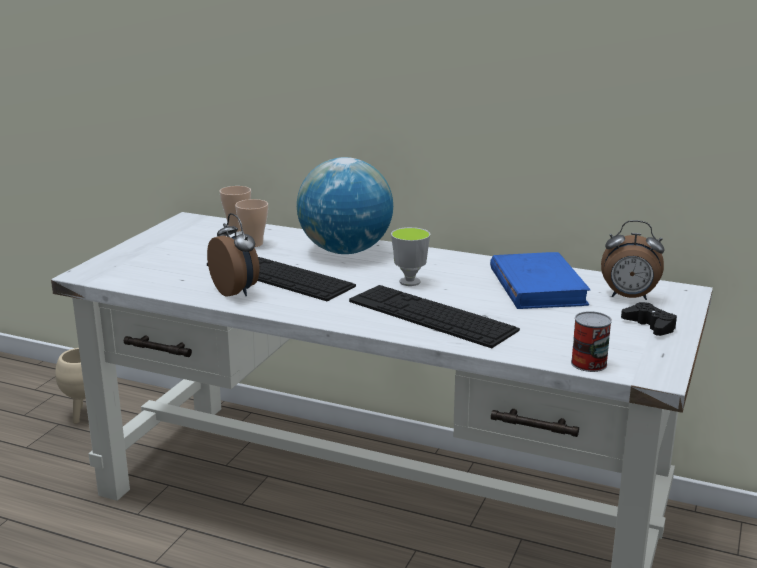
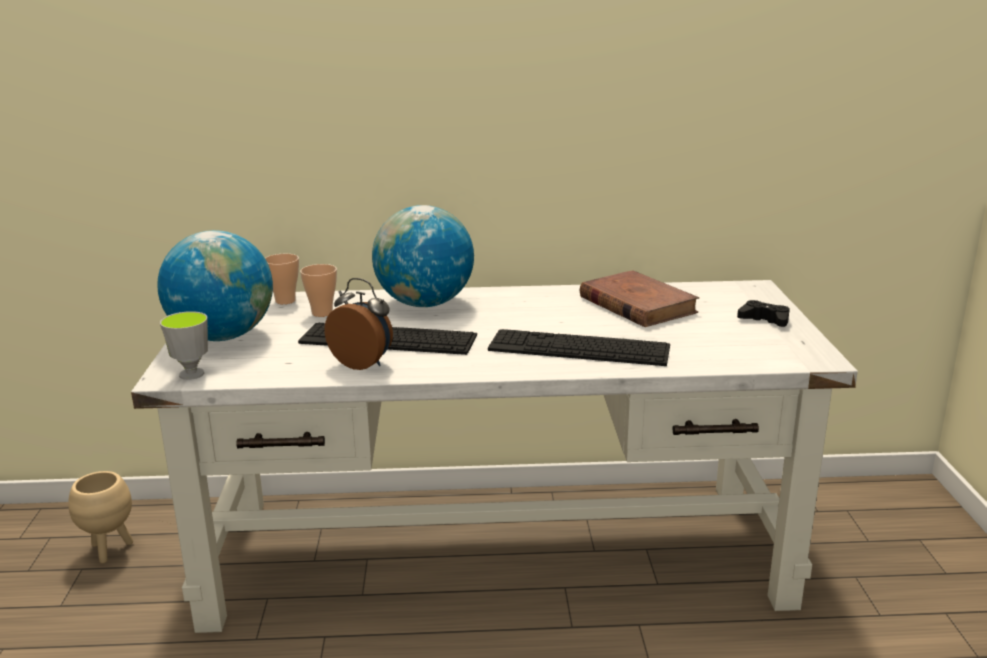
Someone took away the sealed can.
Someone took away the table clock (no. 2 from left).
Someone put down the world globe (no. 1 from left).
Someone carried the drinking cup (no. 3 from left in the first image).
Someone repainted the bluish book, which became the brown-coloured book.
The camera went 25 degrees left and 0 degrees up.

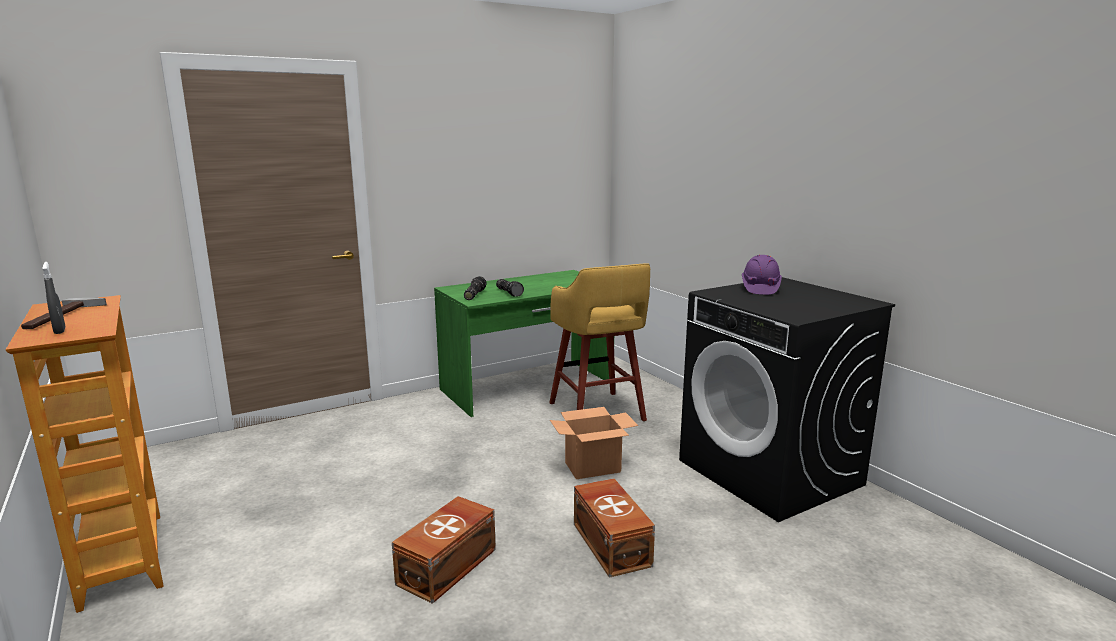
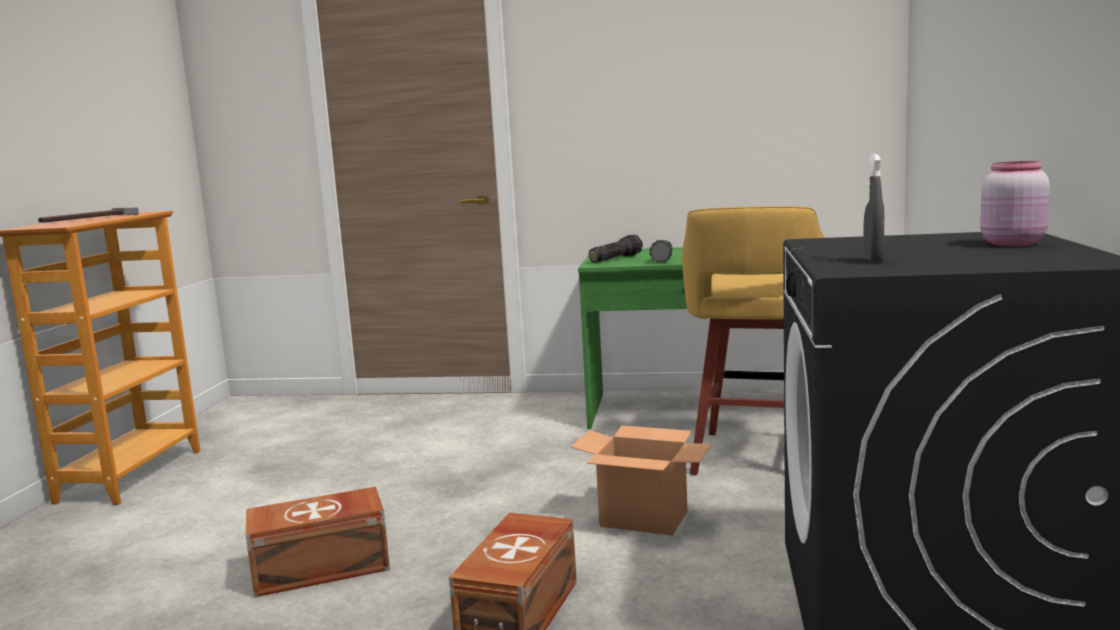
Someone took away the purple safety helmet.
Someone put down the pink-coloured jar.
Someone carried the grey sprayer.
The camera went 40 degrees right and 5 degrees down.

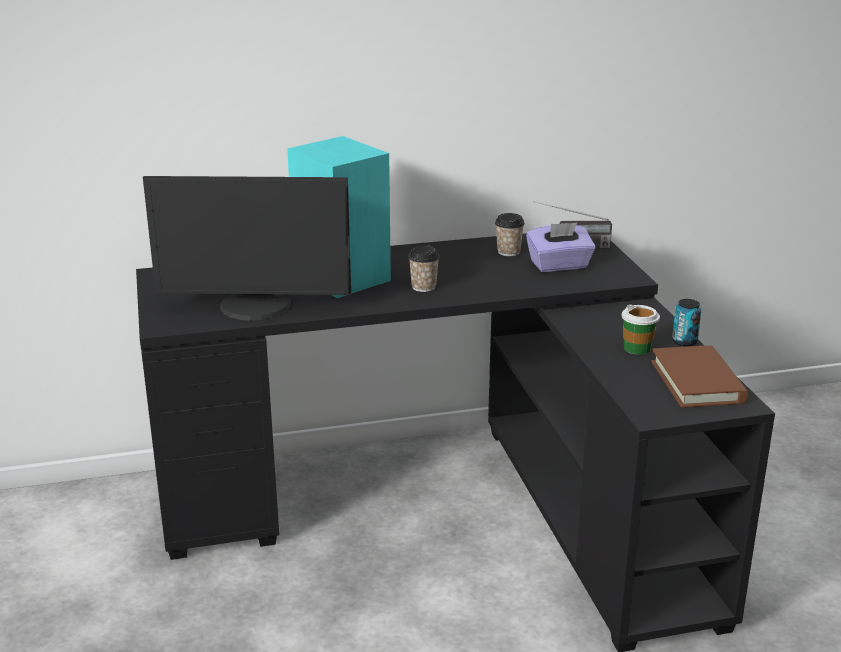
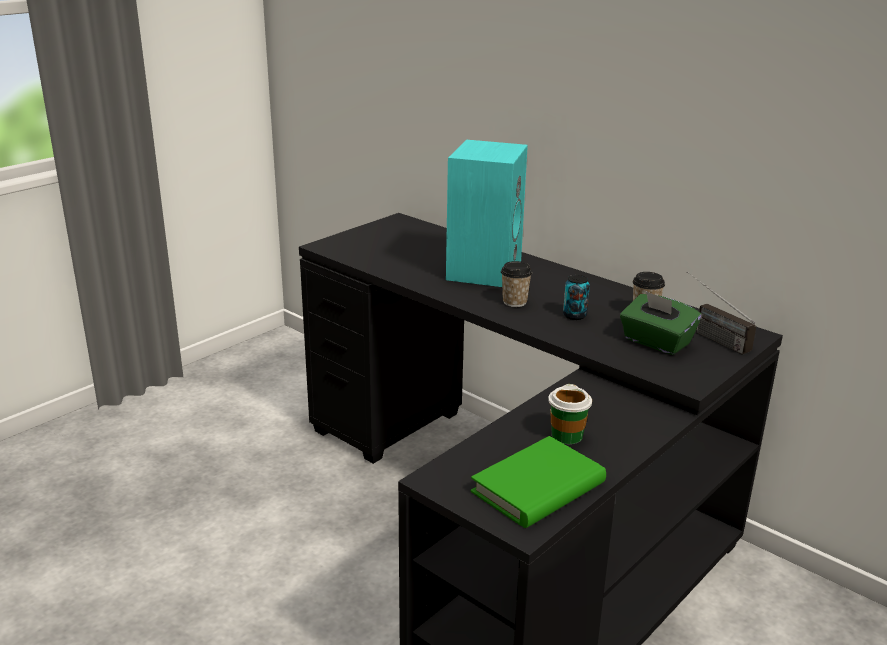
Someone took away the monitor.
Someone carried the sealed can.
Someone repainted the purple tissue box, which became the greenish tissue box.
Someone repainted the brown-coloured book, which became the greenish book.
The camera went 55 degrees right and 0 degrees up.

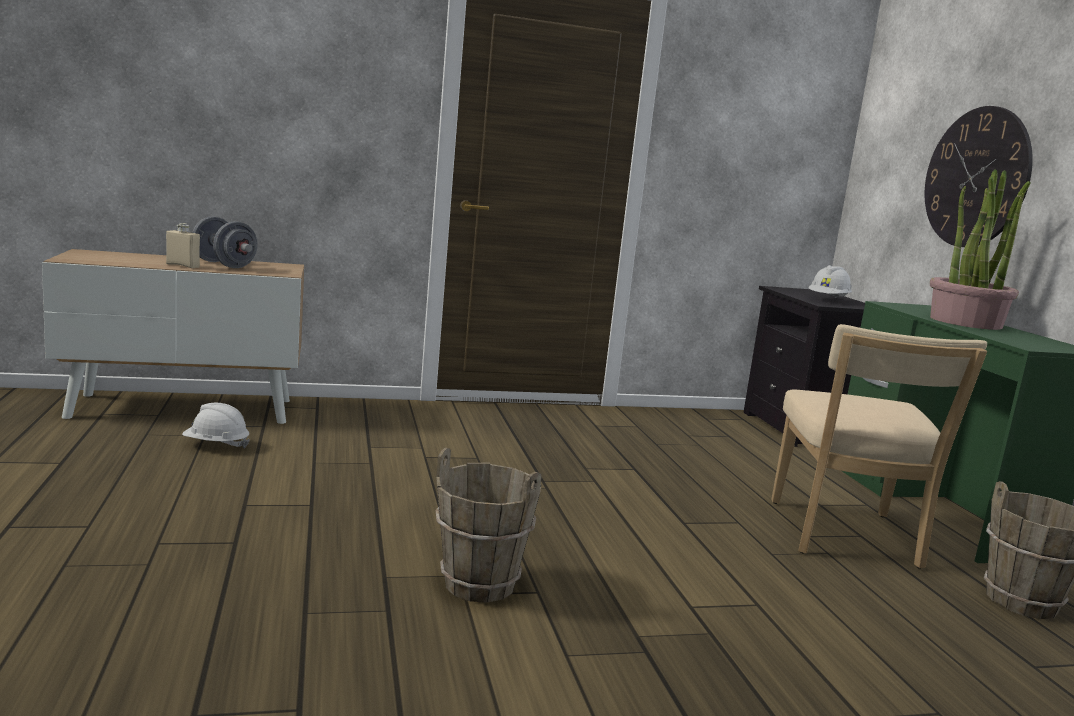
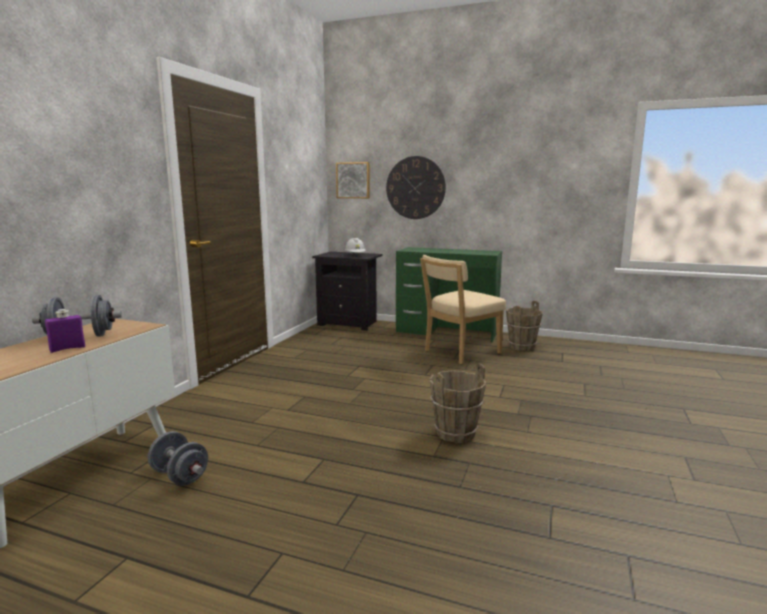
Someone took away the plant in a pot.
Someone put up the picture.
Someone swapped the white safety helmet (no. 1 from left) for the grey free weight (no. 2 from left).
Someone repainted the beige-coloured bottle, which became the purple bottle.
Someone rotated the beige-coloured upright chair by 105 degrees clockwise.
The camera went 55 degrees left and 0 degrees up.

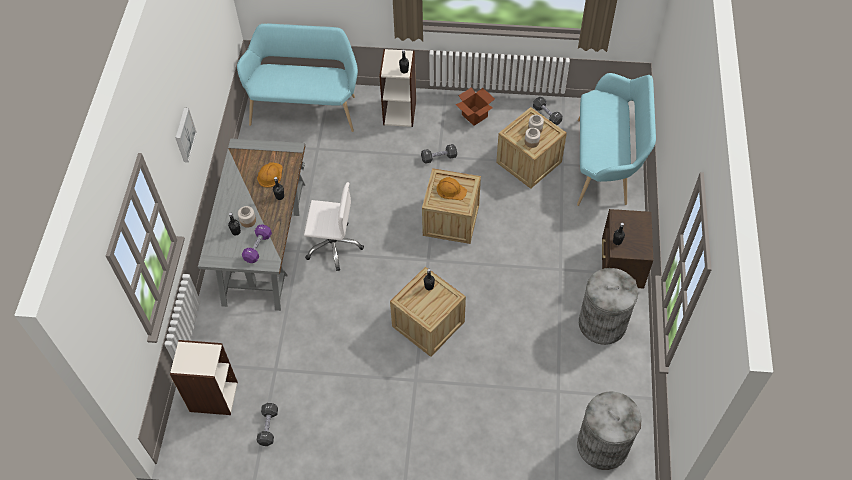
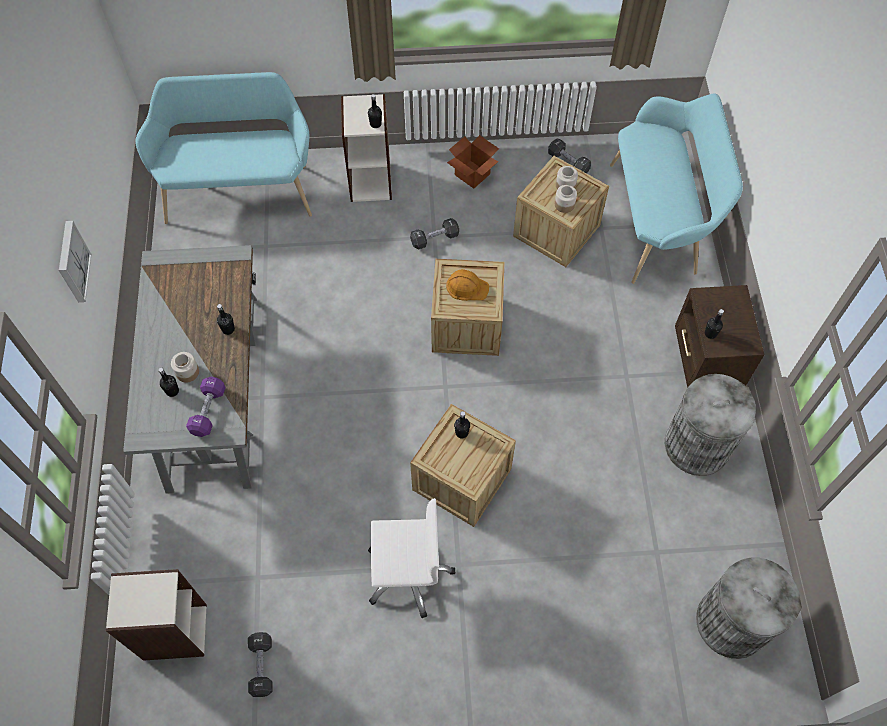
Someone took away the orangey safety helmet (no. 1 from left).
Someone carried the white office chair.
The camera went 10 degrees left and 5 degrees up.

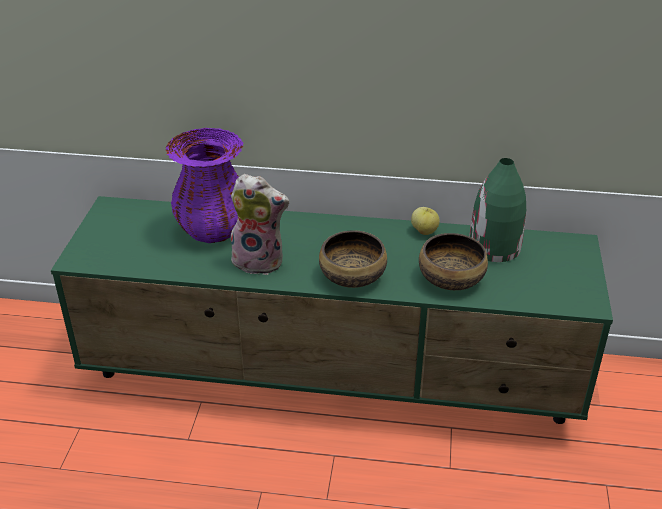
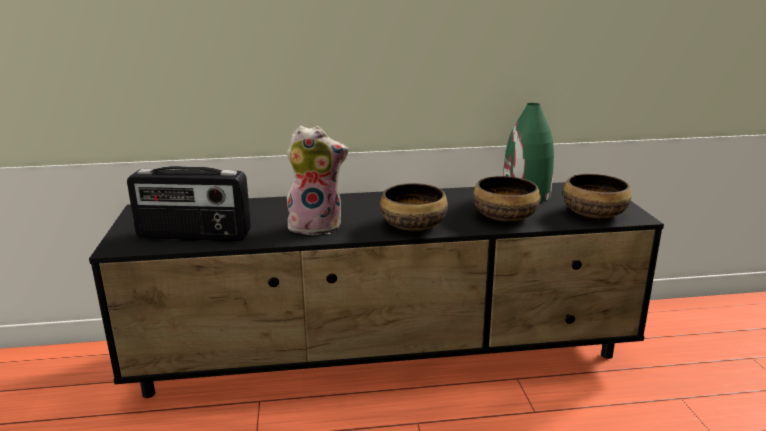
Someone took away the purple flower vase.
Someone took away the apple fruit.
Someone put down the radio.
Someone put down the serving bowl (no. 3 from left).
Someone repainted the greenish tv unit, which became the blackish tv unit.
The camera went 15 degrees left and 15 degrees down.

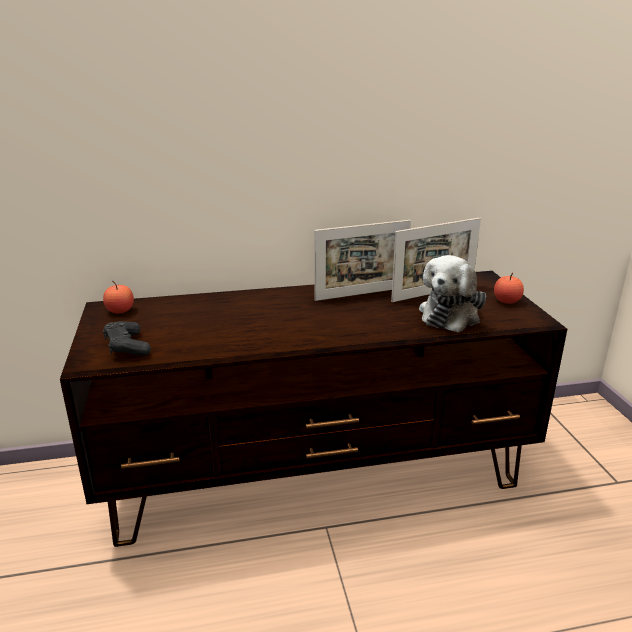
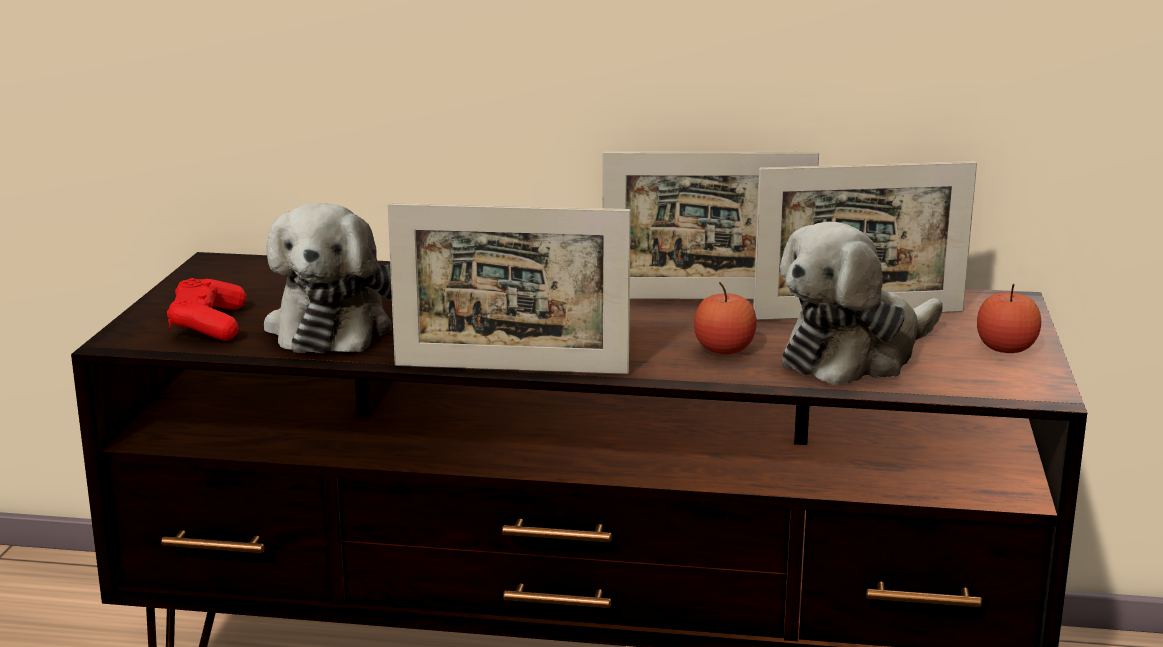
Someone put down the cuddly toy (no. 1 from left).
Someone put down the photo frame (no. 1 from left).
Someone carried the apple fruit (no. 1 from left).
Someone repainted the blackish game controller, which became the red game controller.
The camera went 20 degrees right and 5 degrees down.

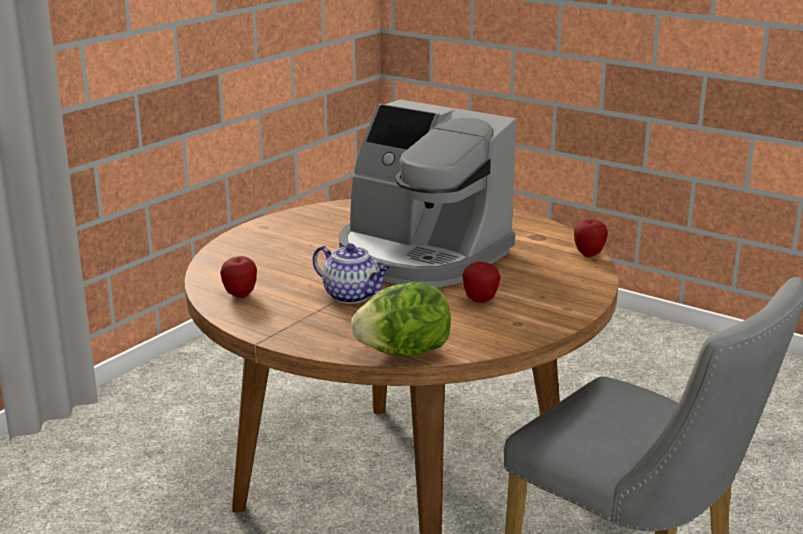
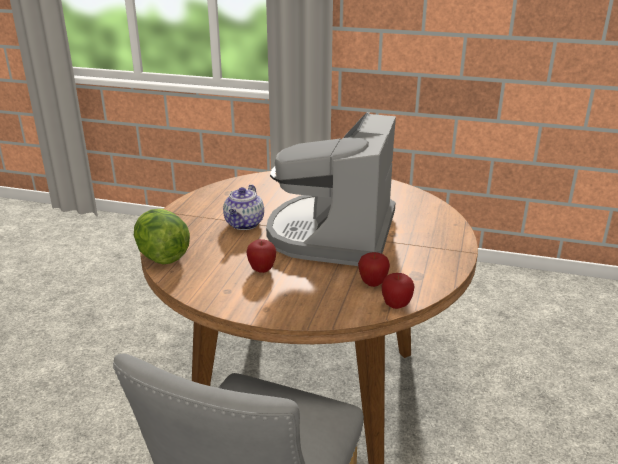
Someone carried the apple fruit (no. 1 from left in the first image).
The camera went 70 degrees right and 5 degrees up.

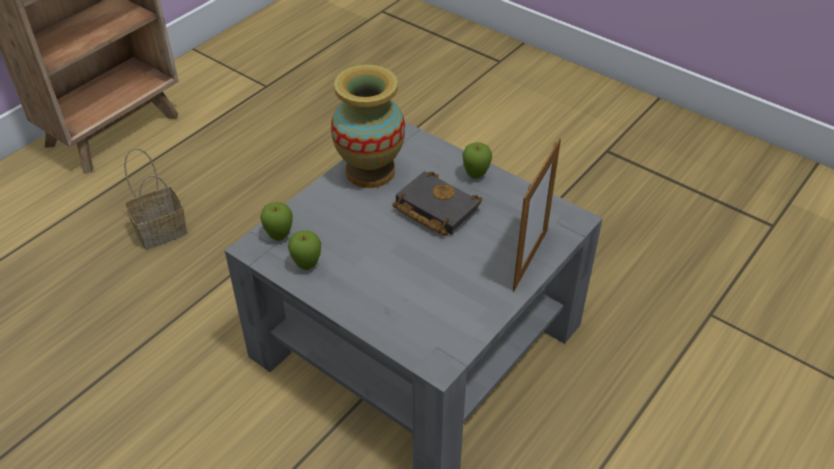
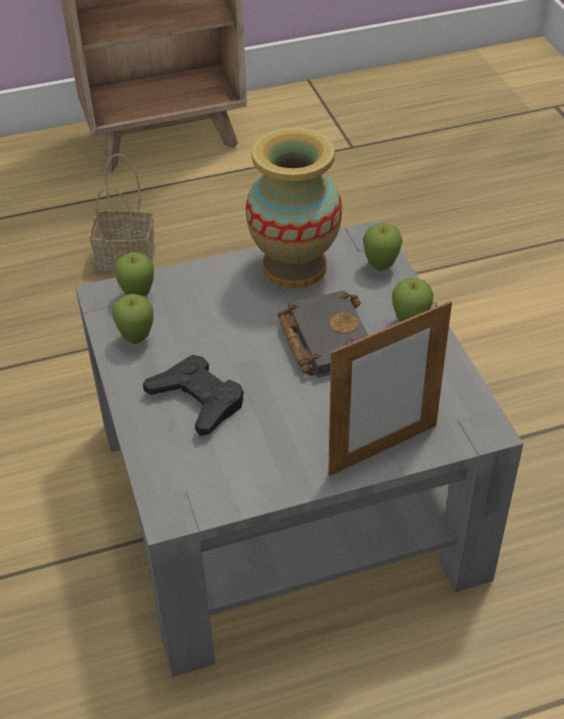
Someone put down the blackish game controller.
Someone put down the apple fruit (no. 3 from left).
The camera went 35 degrees right and 0 degrees up.

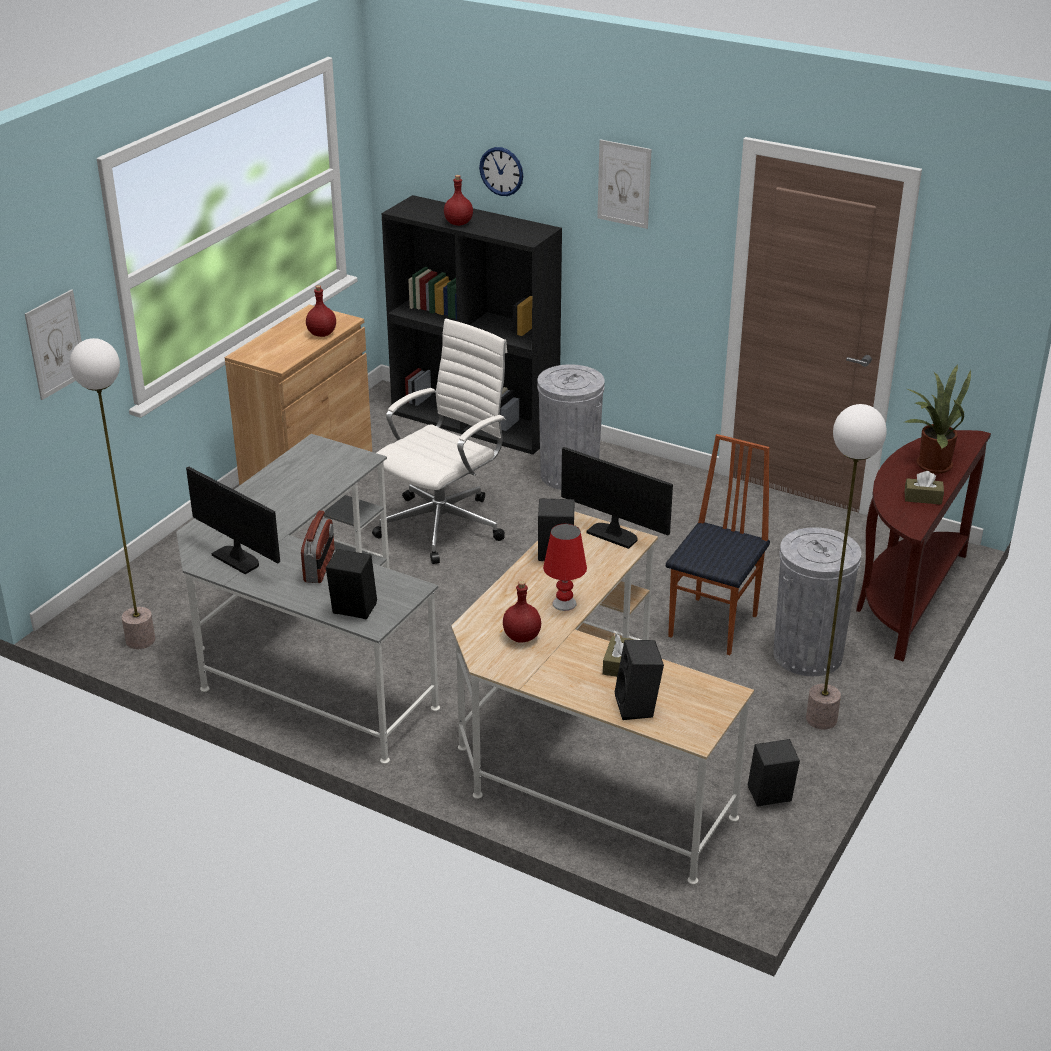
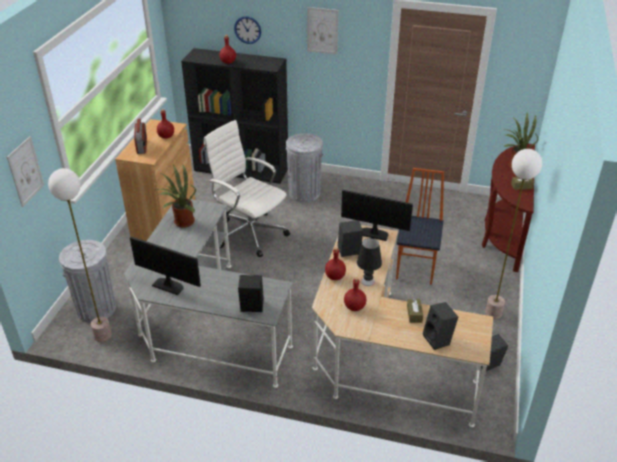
Someone put down the plant in a pot (no. 1 from left).
Someone put down the red bottle (no. 3 from left).
Someone carried the radio.
Someone carried the grey trash can (no. 2 from left in the first image).
Someone repainted the red lamp for a table, which became the blackish lamp for a table.
Someone rotated the white office chair by 75 degrees counterclockwise.
The camera went 15 degrees left and 5 degrees up.

